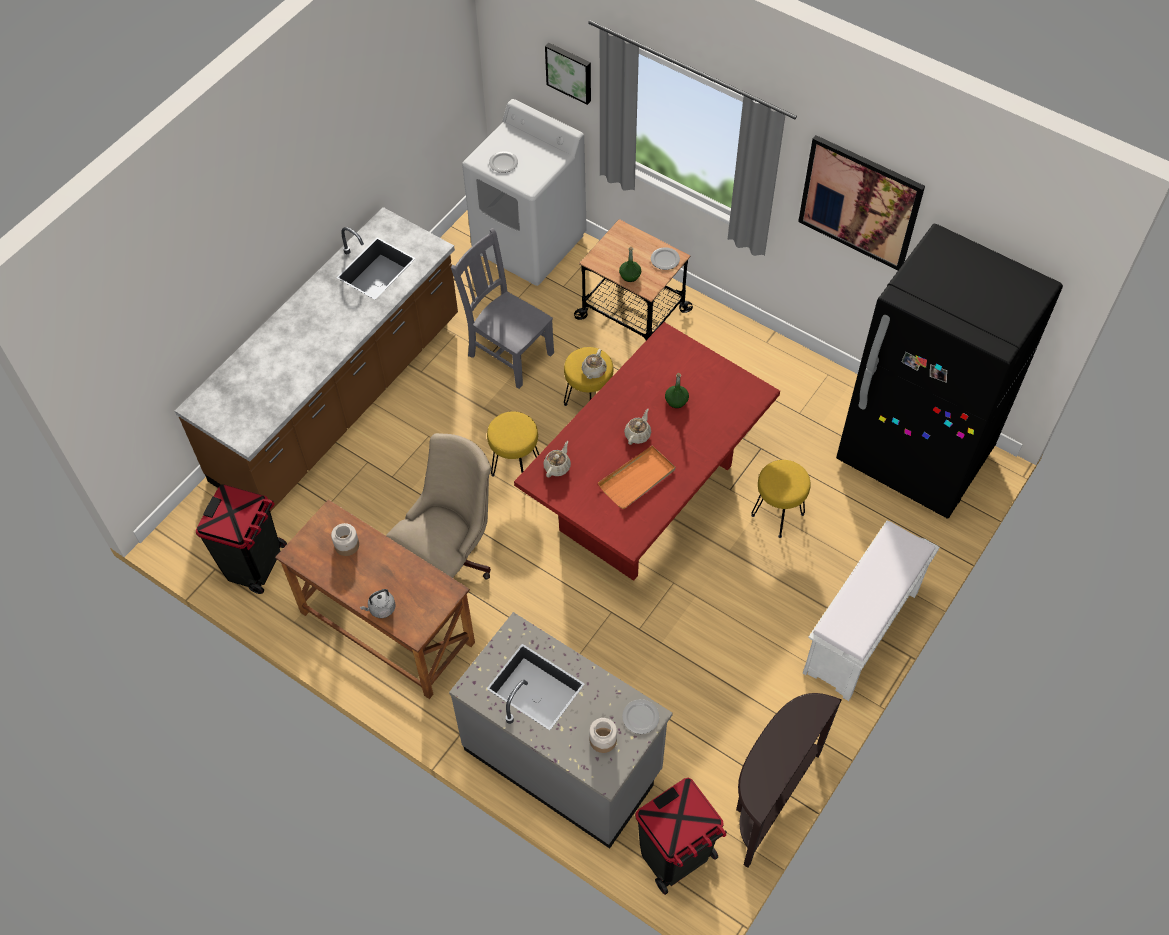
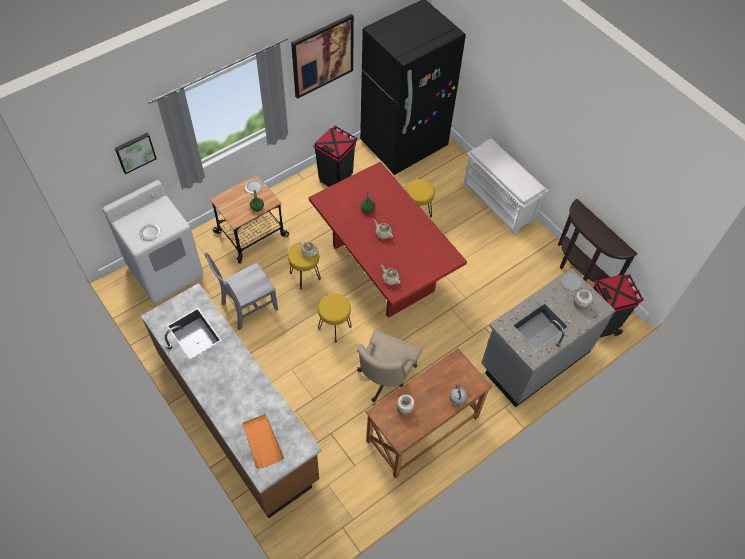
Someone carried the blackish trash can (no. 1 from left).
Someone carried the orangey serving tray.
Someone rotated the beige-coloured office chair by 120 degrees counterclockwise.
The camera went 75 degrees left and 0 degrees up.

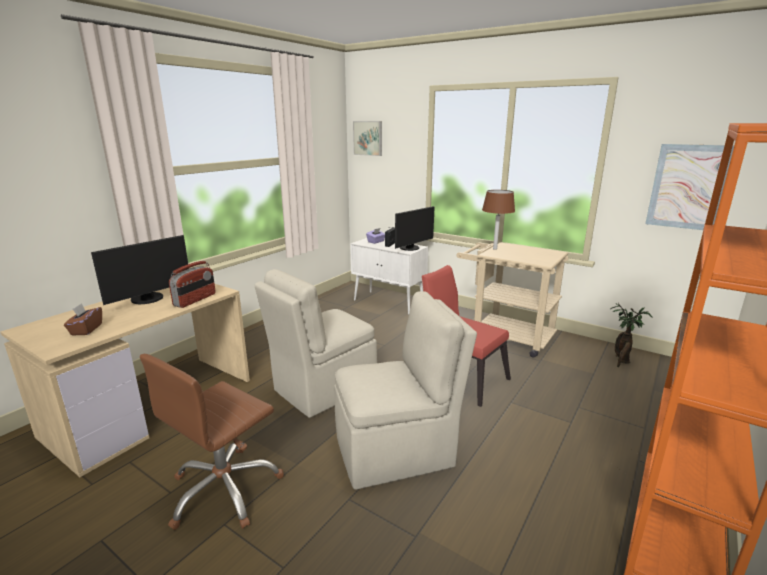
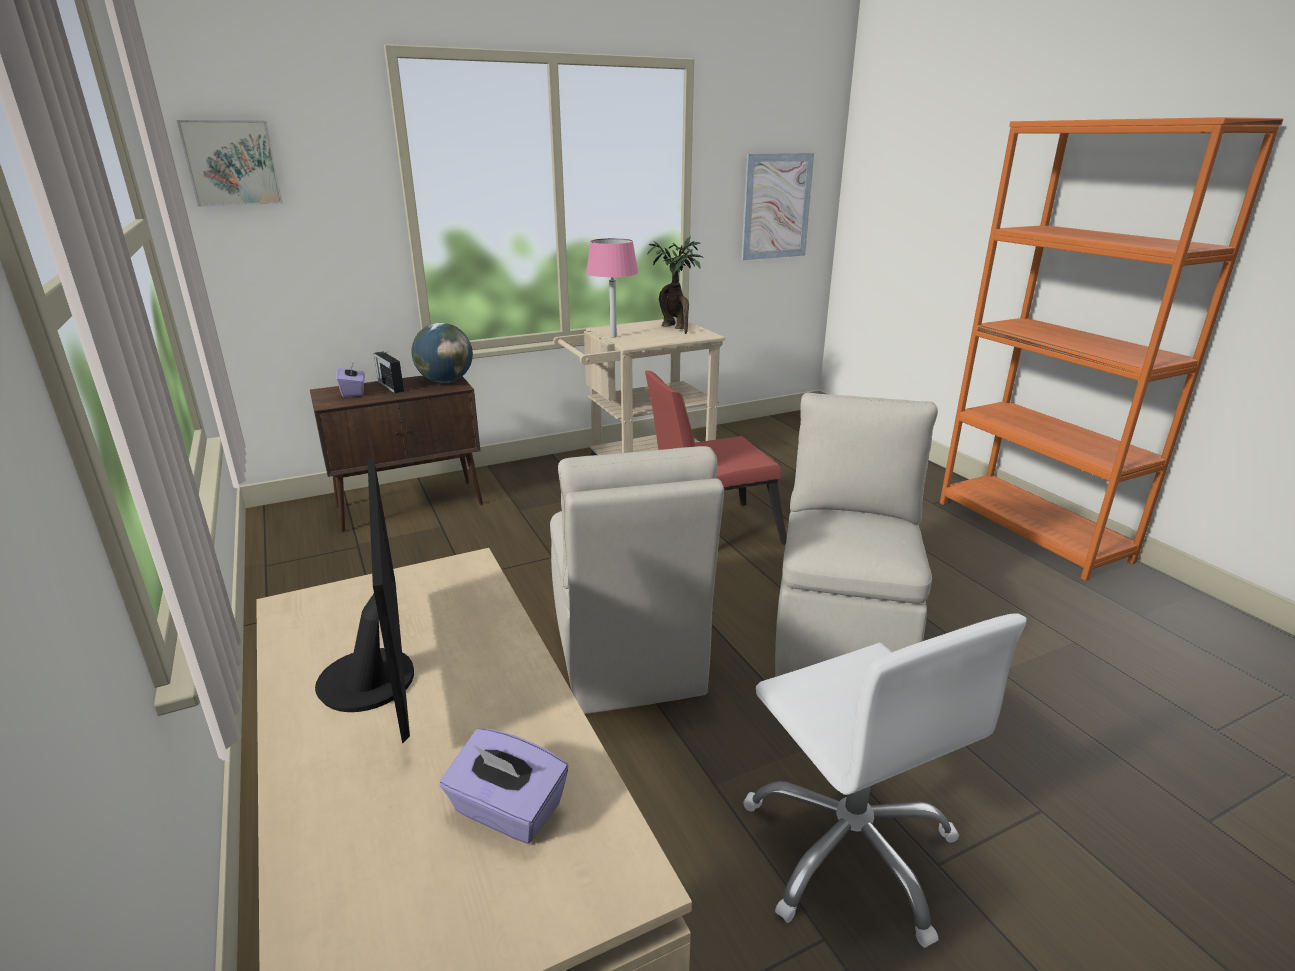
Someone took away the radio (no. 1 from left).
Someone carried the plant in a pot.
Someone swapped the monitor (no. 2 from left) for the world globe.
Someone repainted the brown-coloured tissue box, which became the purple tissue box (no. 2 from left).
Someone repainted the brown-coloured office chair, which became the white office chair.
Someone repainted the white storage cabinet, which became the brown-coloured storage cabinet.
Someone repainted the brown-coloured lamp for a table, which became the pink-coloured lamp for a table.
The camera went 60 degrees left and 5 degrees up.

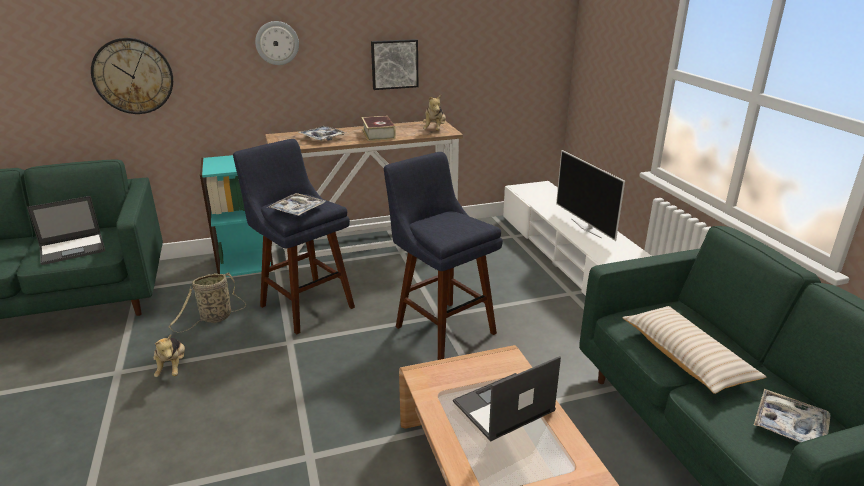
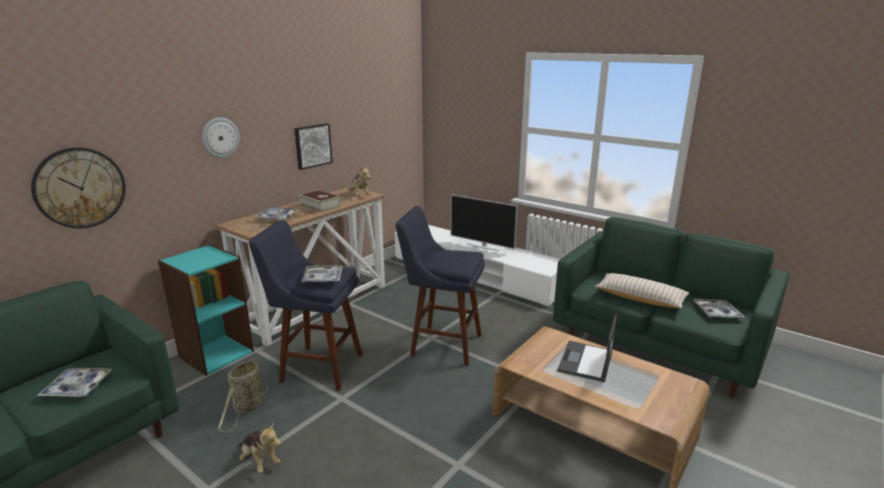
Someone swapped the notebook computer (no. 1 from left) for the serving tray (no. 1 from left).
The camera went 35 degrees left and 5 degrees down.

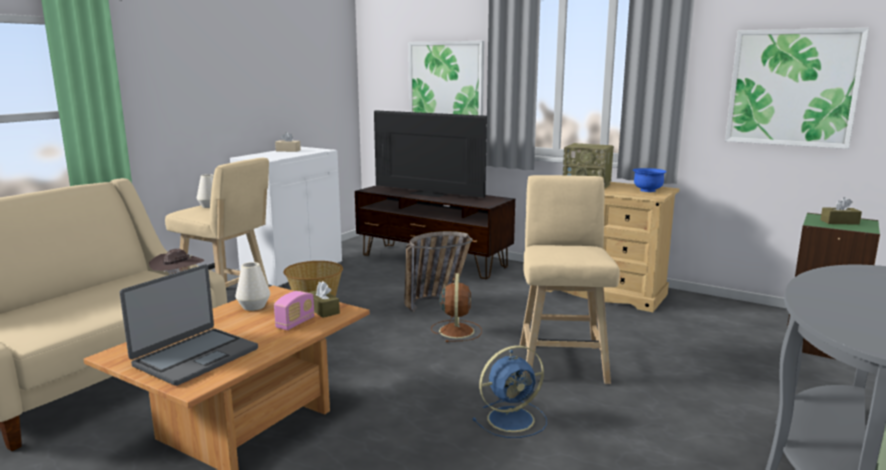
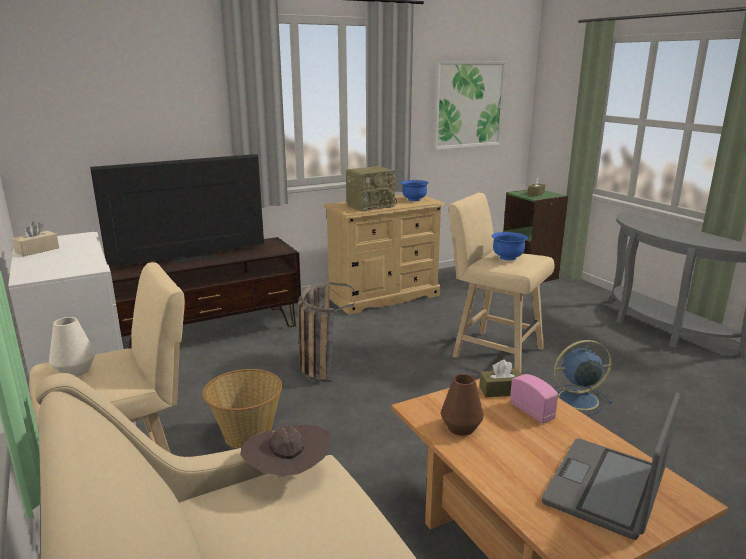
Someone took away the picture (no. 1 from left).
Someone took away the brown-coloured fan.
Someone put down the bluish serving bowl (no. 2 from left).
Someone repainted the white flower vase (no. 2 from left), which became the brown-coloured flower vase.
Someone rotated the notebook computer by 120 degrees counterclockwise.
Someone rotated the bluish fan by 105 degrees counterclockwise.
The camera went 60 degrees left and 5 degrees up.

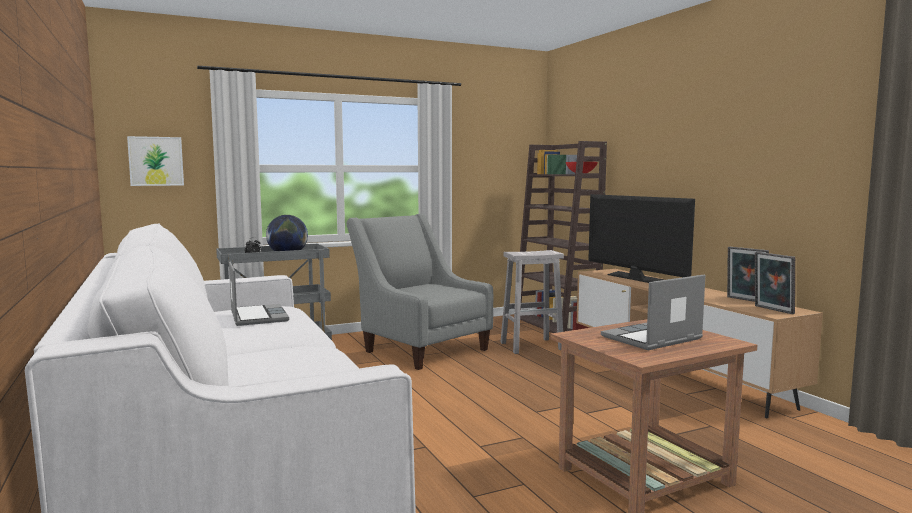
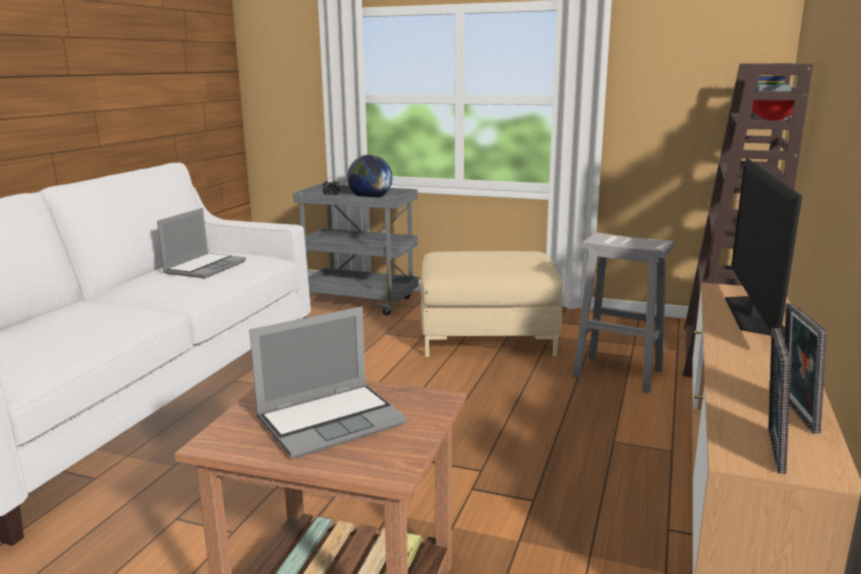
Someone took away the picture.
Someone swapped the grey lounge chair for the beige-coloured ottoman.
Someone rotated the notebook computer (no. 2 from left) by 135 degrees clockwise.
The camera went 45 degrees right and 10 degrees up.

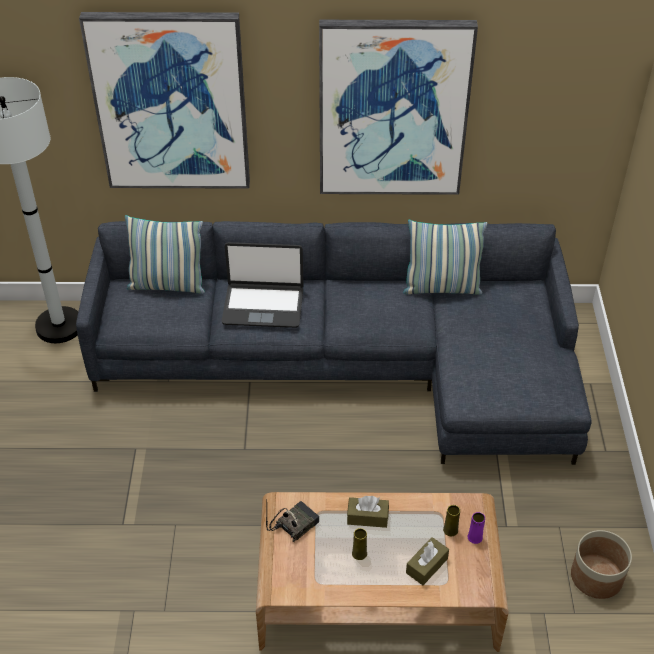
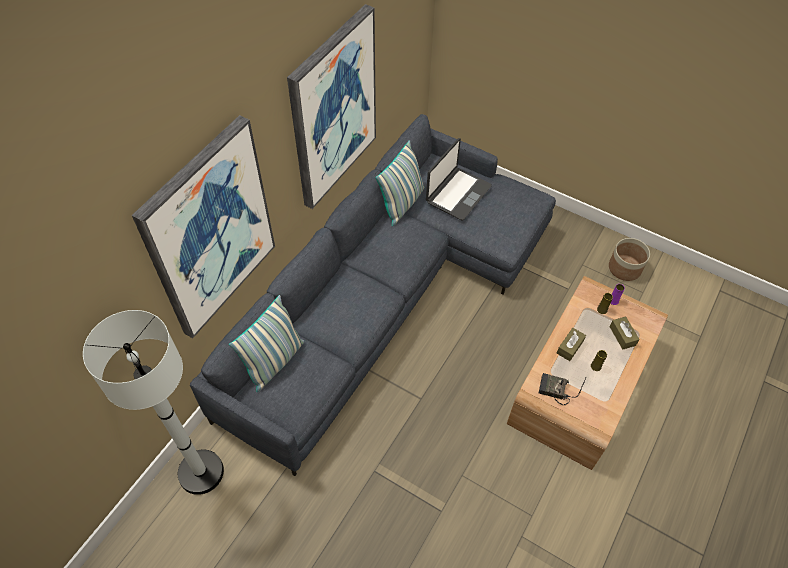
Someone carried the notebook computer.
Someone rotated the radio by 60 degrees counterclockwise.
The camera went 60 degrees left and 10 degrees up.

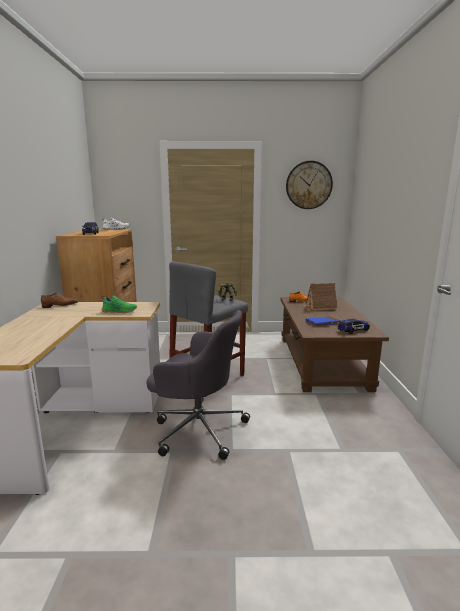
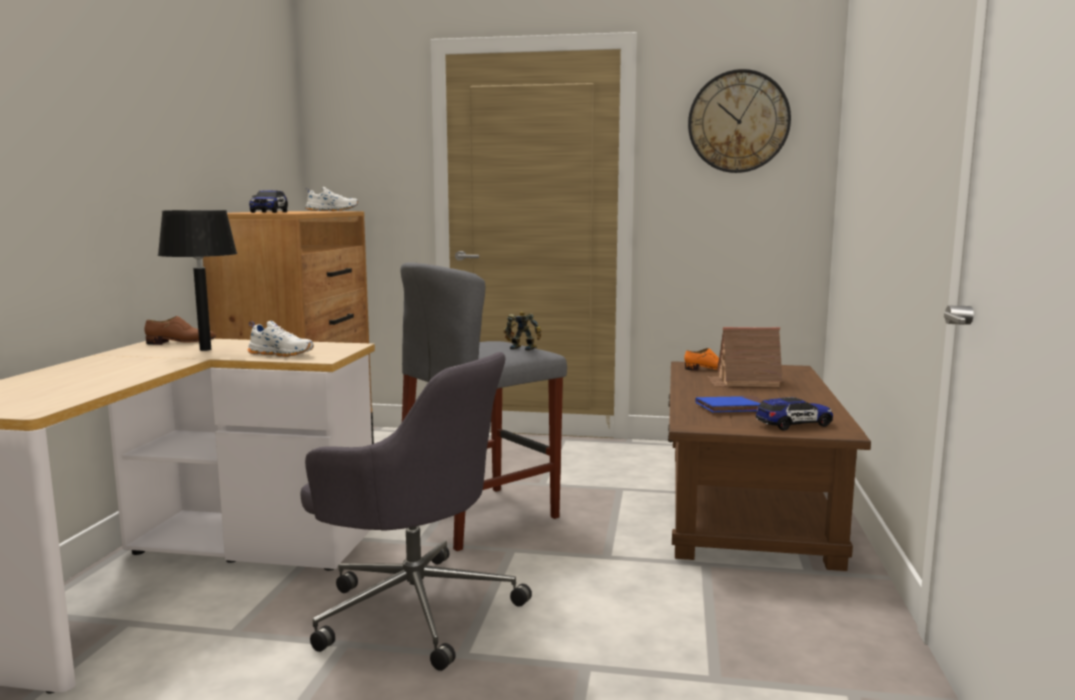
Someone put down the blackish lamp for a table.
Someone repainted the greenish item of footwear, which became the white item of footwear (no. 1 from left).
The camera went 10 degrees right and 5 degrees down.

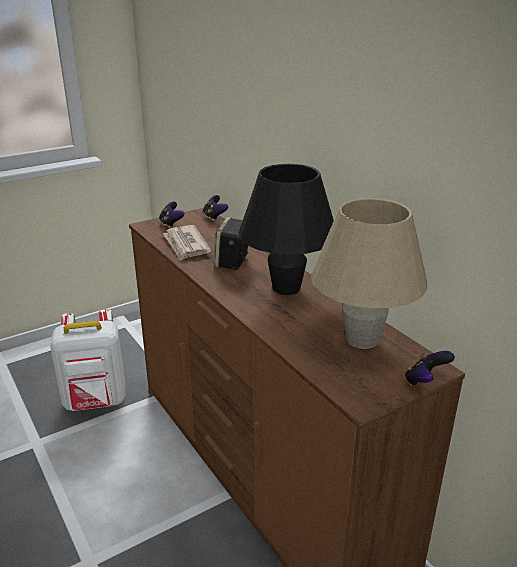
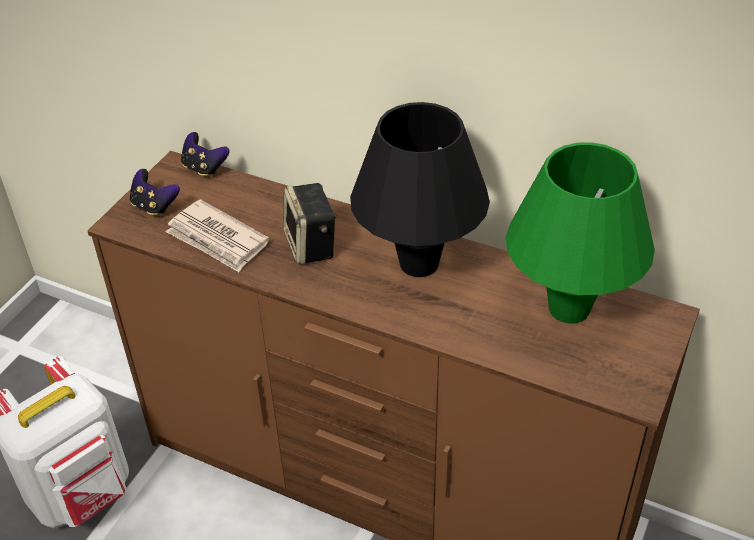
Someone took away the game controller (no. 3 from left).
Someone repainted the beige-coloured lamp for a table, which became the greenish lamp for a table.
The camera went 30 degrees left and 15 degrees up.

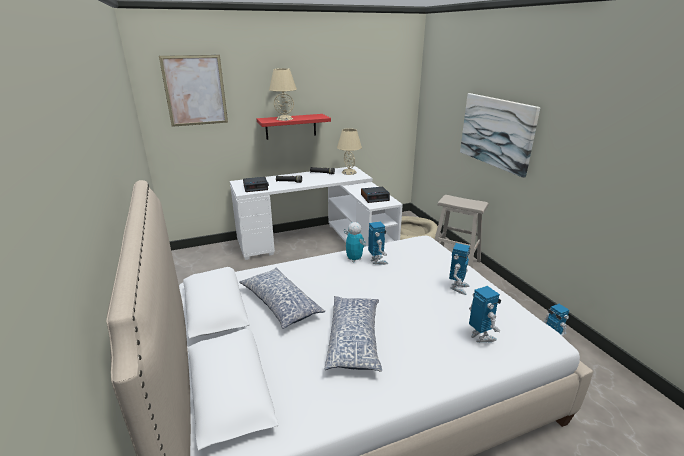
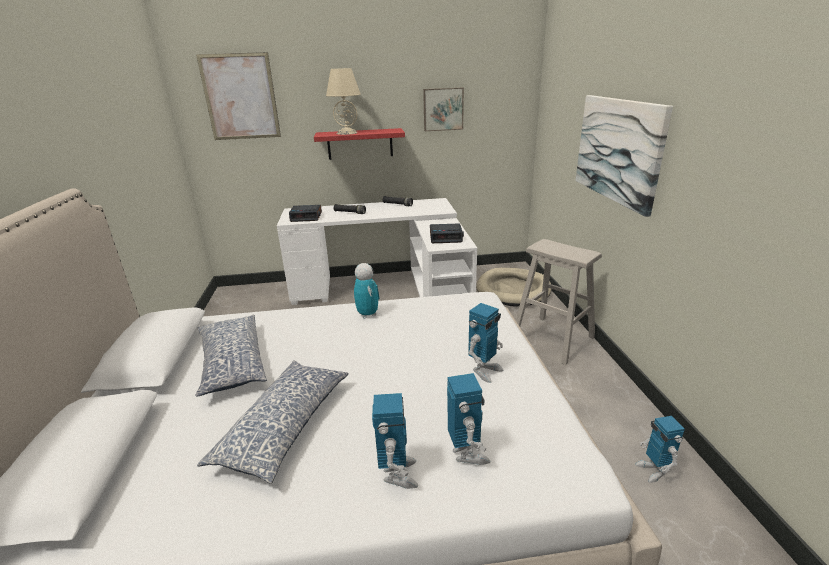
Someone took away the beige-coloured lamp for a table (no. 2 from left).
Someone put up the picture (no. 2 from left).
Someone carried the robot figure (no. 2 from left).
The camera went 15 degrees right and 0 degrees up.

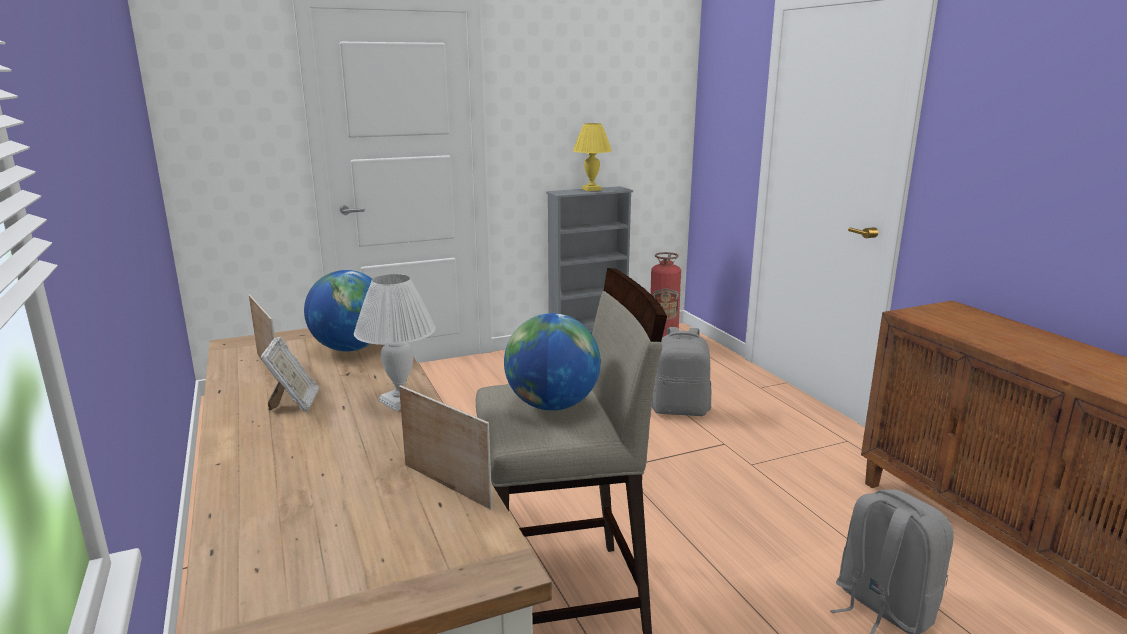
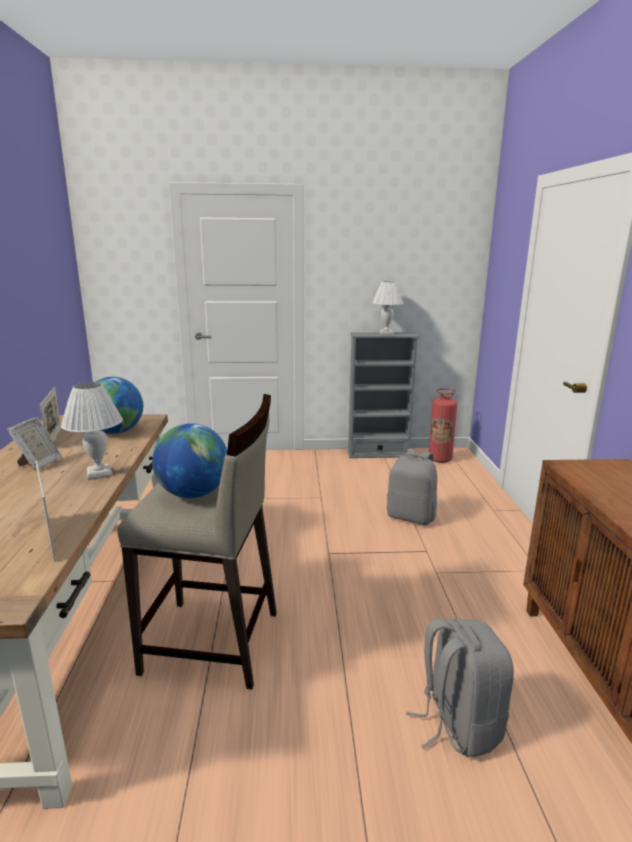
Someone repainted the yellow lamp for a table, which became the white lamp for a table (no. 2 from left).
The camera went 20 degrees right and 0 degrees up.

